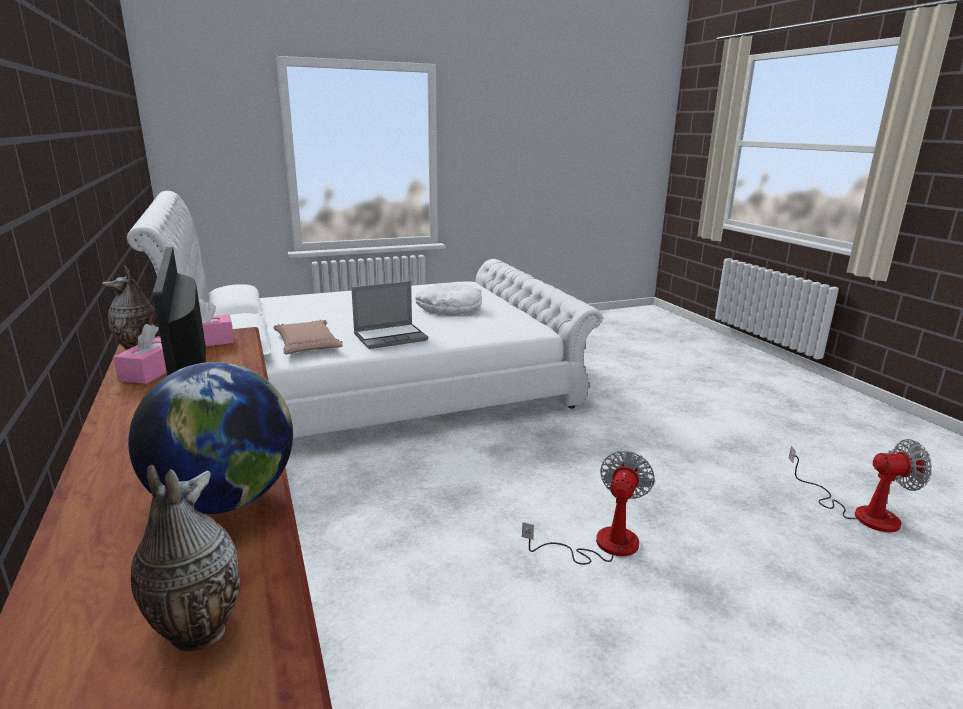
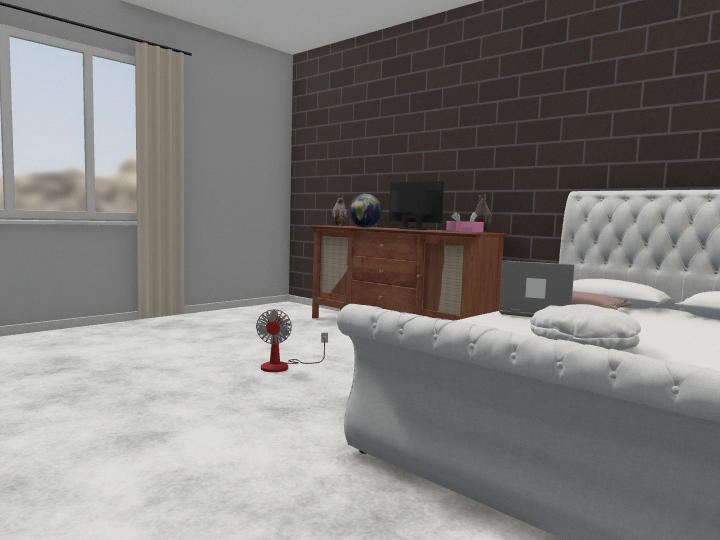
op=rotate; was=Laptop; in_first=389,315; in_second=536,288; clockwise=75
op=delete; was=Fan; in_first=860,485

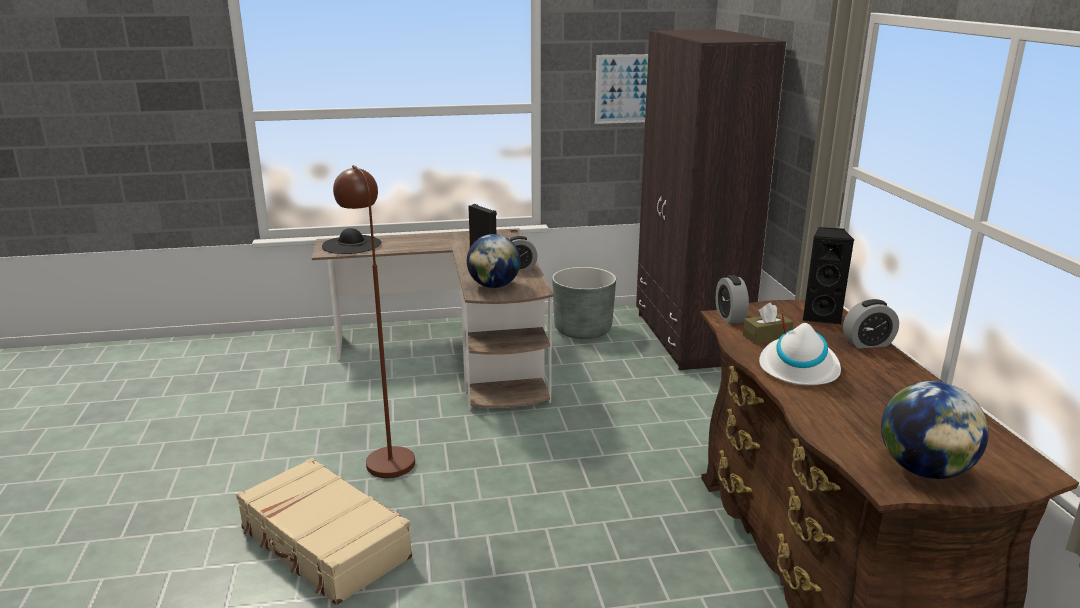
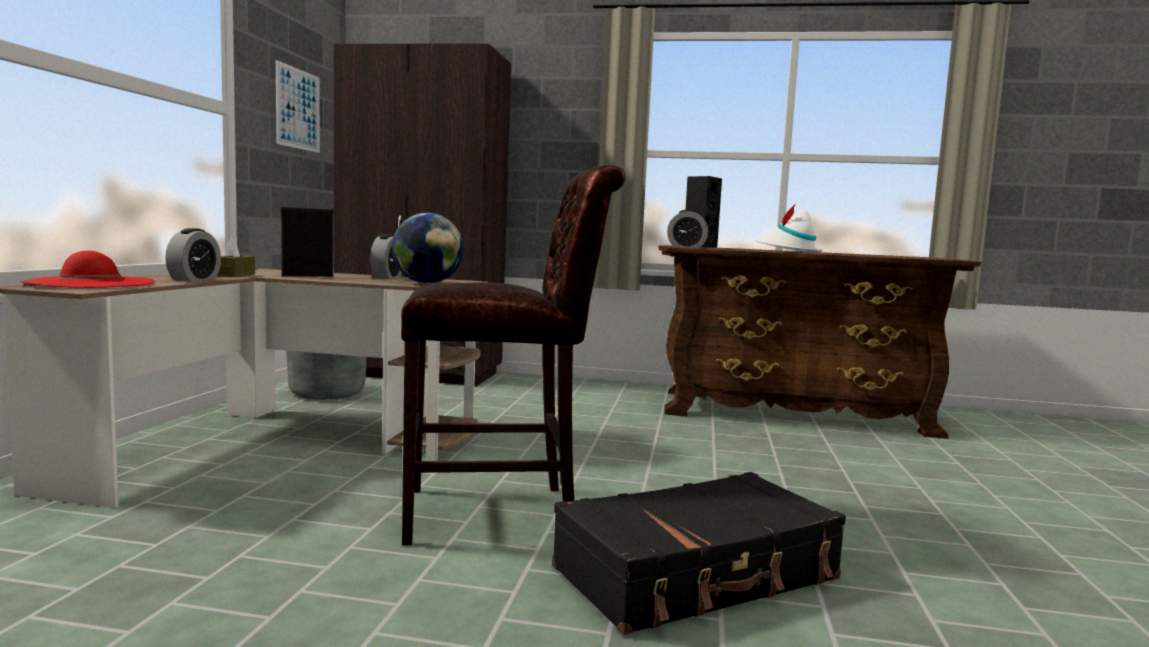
op=recolor; was=BlackHat; now=RedHat; in_first=351,241; in_second=87,269
op=move; was=AlarmClock; in_first=871,324; in_second=193,254
op=move; was=BrownTissueBox; in_first=768,323; in_second=236,257
op=replace; was=BrownFloorLamp; now=BrownStool; in_first=374,321; in_second=513,355
op=recolor; was=BeigeSuitcase; now=BlackSuitcase; in_first=324,531; in_second=699,553
op=delete; was=Globe; in_first=935,430

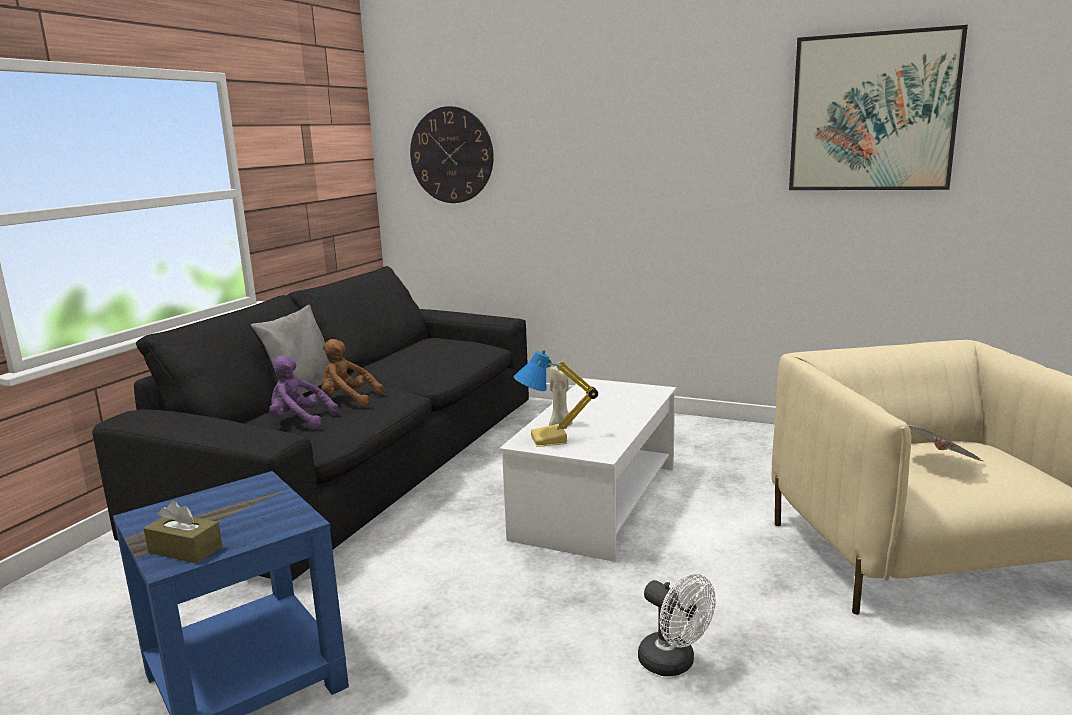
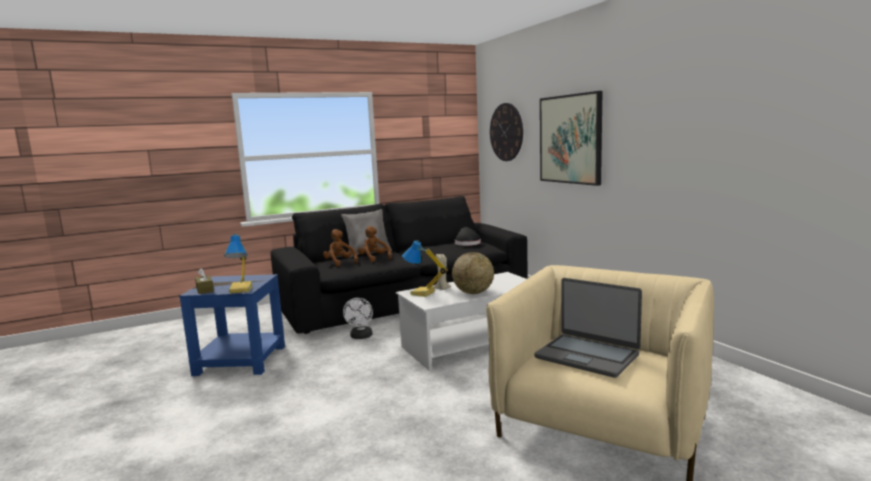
op=insert; now=TableLamp; in_second=238,263
op=recolor; was=PurplePlushToy; now=BrownPlushToy; in_first=304,392; in_second=340,247
op=move; was=WhiteFan; in_first=677,625; in_second=358,318
op=insert; now=Globe; in_second=473,273
op=insert; now=BlackHat; in_second=468,236
op=replace; was=Newspaper; now=Laptop; in_first=947,443; in_second=588,328
op=move; was=Picture; in_first=878,107; in_second=571,138

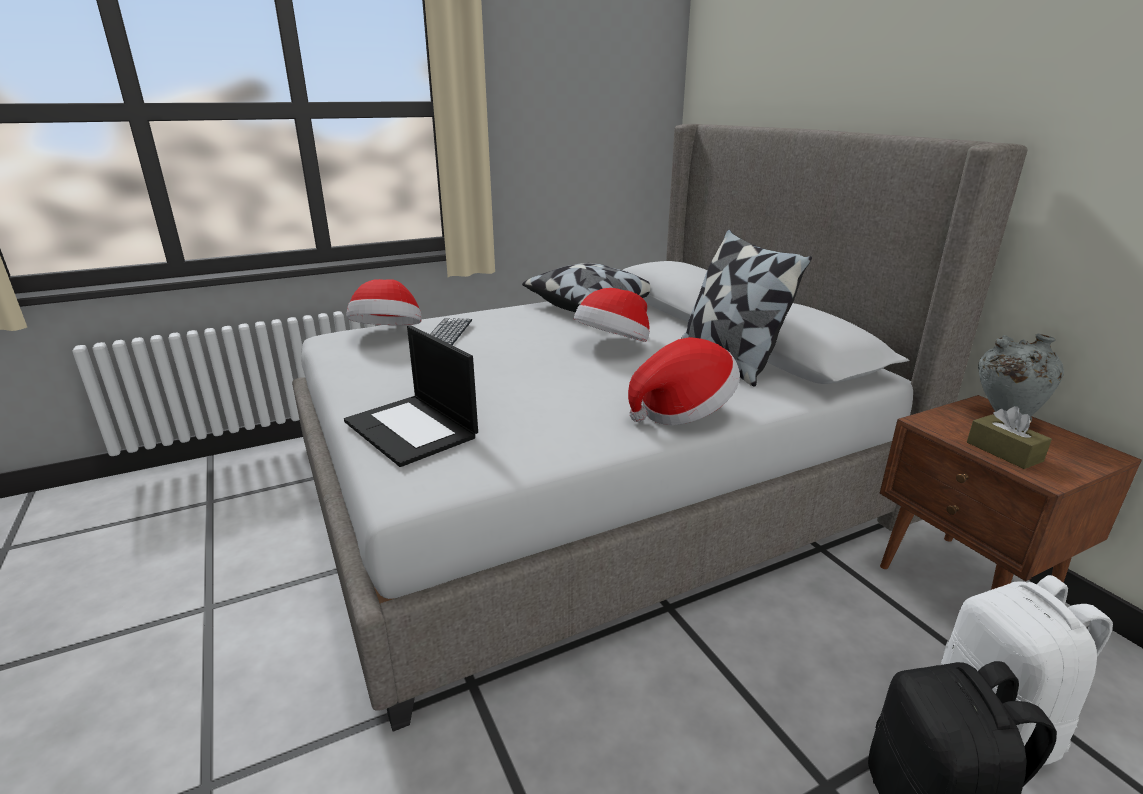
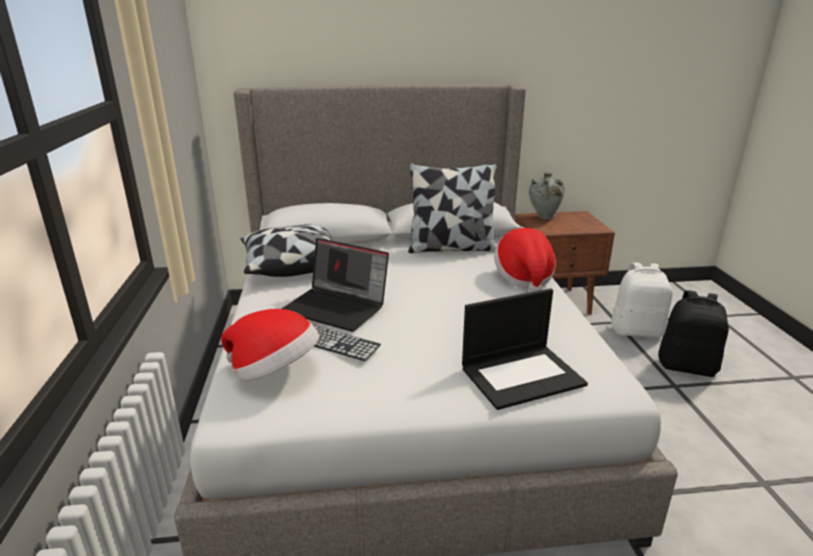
op=insert; now=Laptop; in_second=335,285
op=delete; was=Hat; in_first=612,315
op=delete; was=BrownTissueBox; in_first=1009,437

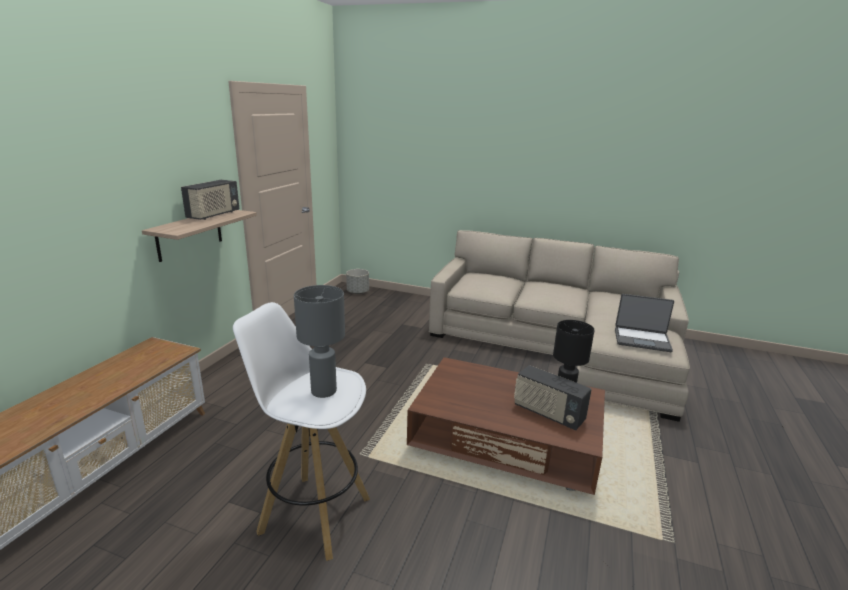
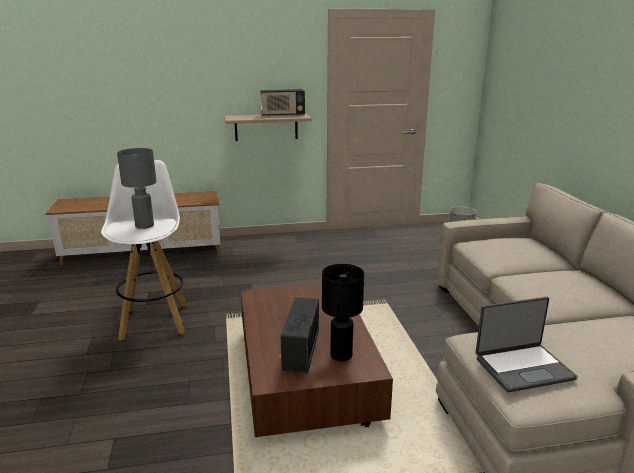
op=rotate; was=Laptop; in_first=644,323; in_second=526,344; clockwise=-90

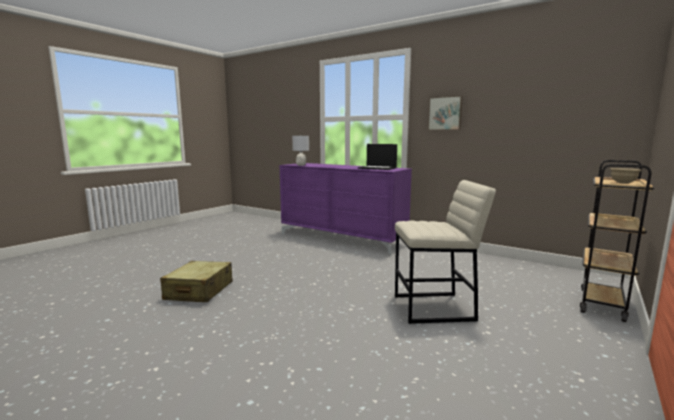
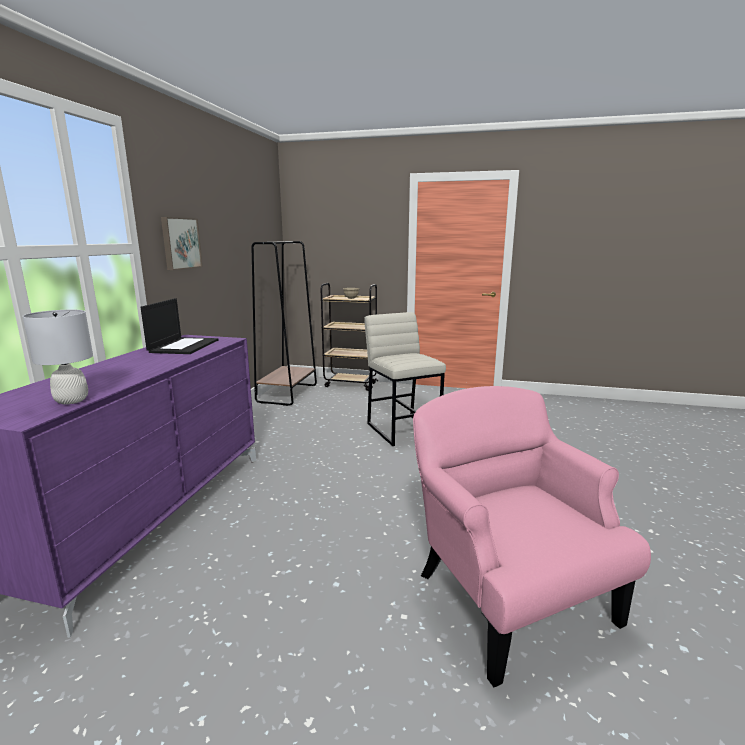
op=insert; now=ClothesRack; in_second=284,323
op=replace; was=BeigeSuitcase; now=PinkArmchair; in_first=196,281; in_second=532,536

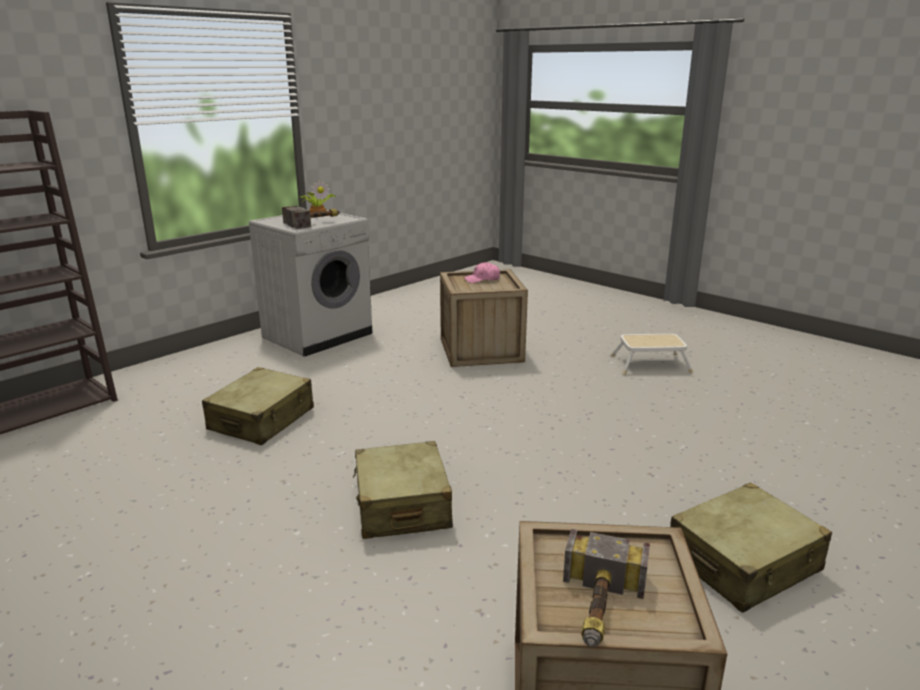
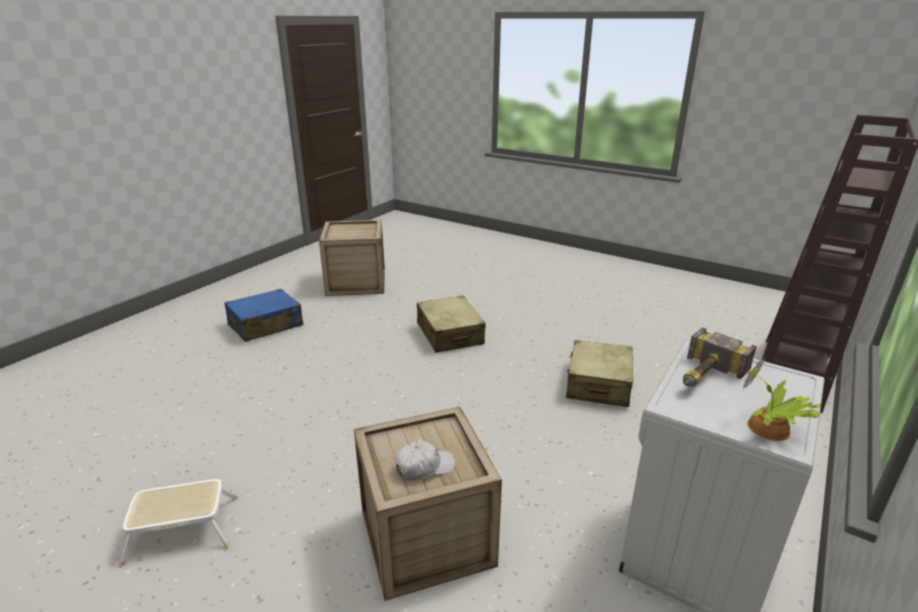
op=recolor; was=BeigeSuitcase; now=BlueSuitcase; in_first=751,547; in_second=263,315
op=recolor; was=PinkCap; now=WhiteCap; in_first=482,272; in_second=425,460
op=delete; was=Hammer; in_first=606,588

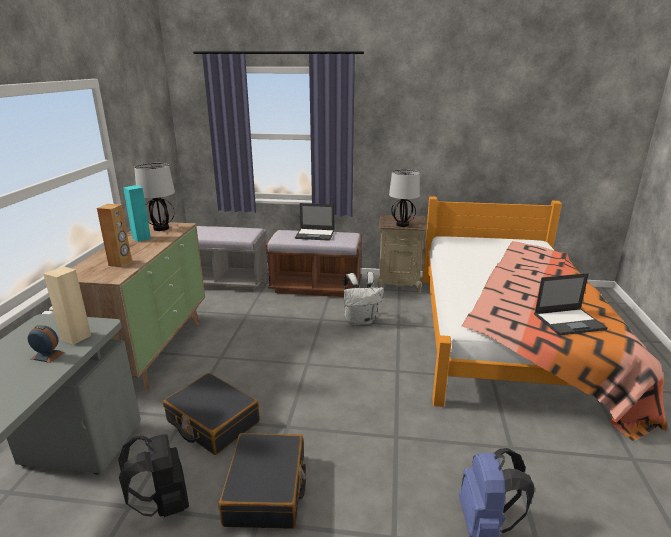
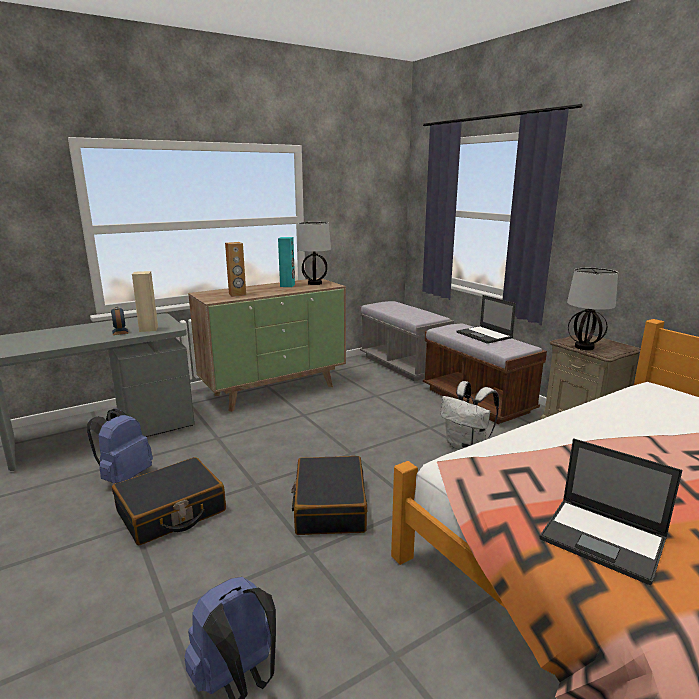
op=recolor; was=BlackBackpack; now=BlueBackpack; in_first=153,475; in_second=120,445
op=move; was=BlackSuitcase; in_first=211,414; in_second=329,495

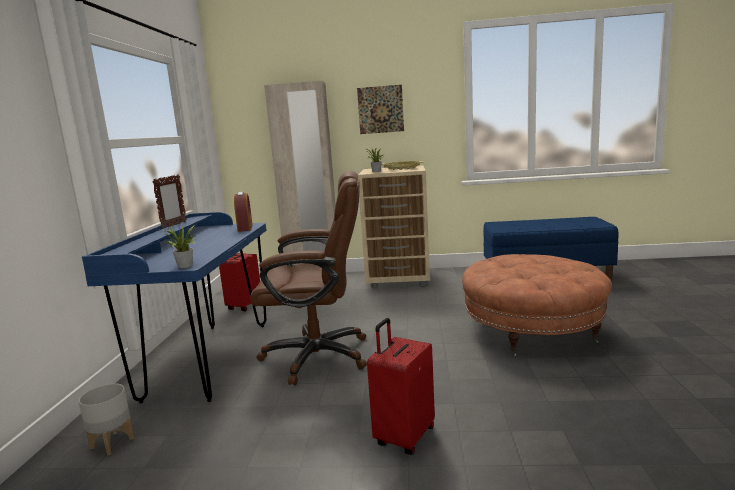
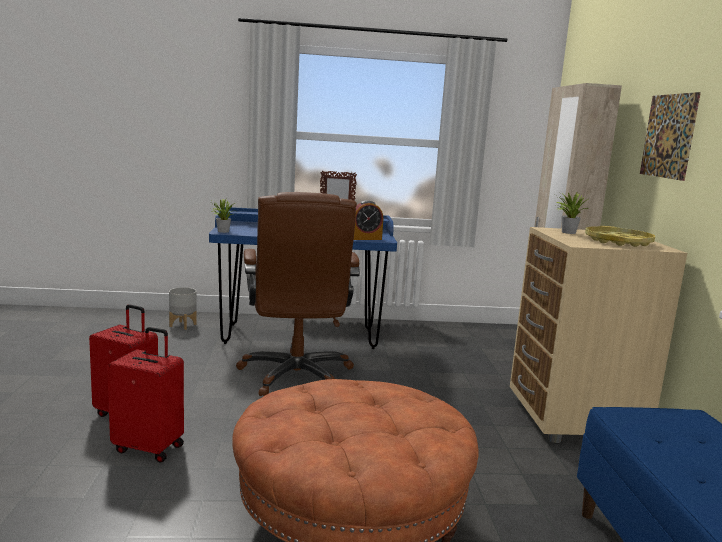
op=move; was=RedSuitcase; in_first=239,282; in_second=145,395

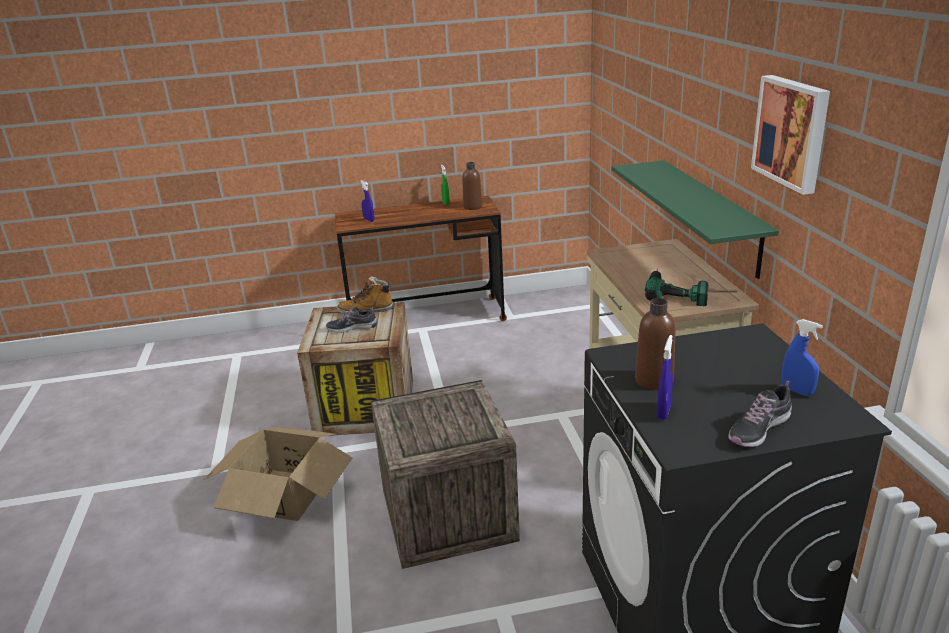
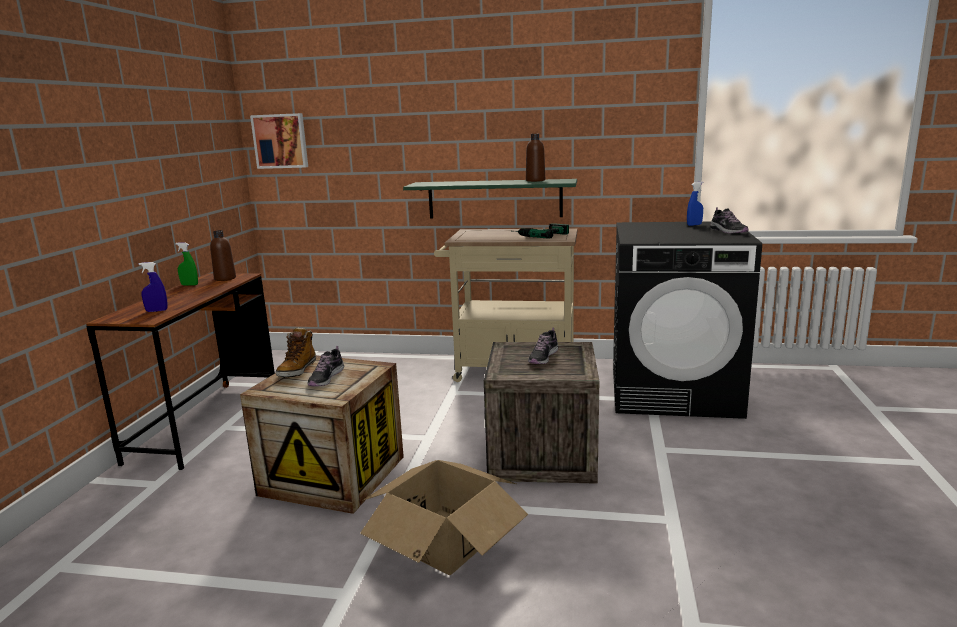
op=move; was=Picture; in_first=790,135; in_second=279,141
op=move; was=BrownBottle; in_first=655,344; in_second=535,158
op=insert; now=Shoe; in_second=543,345
op=delete; was=BlueSprayBottle; in_first=665,377

